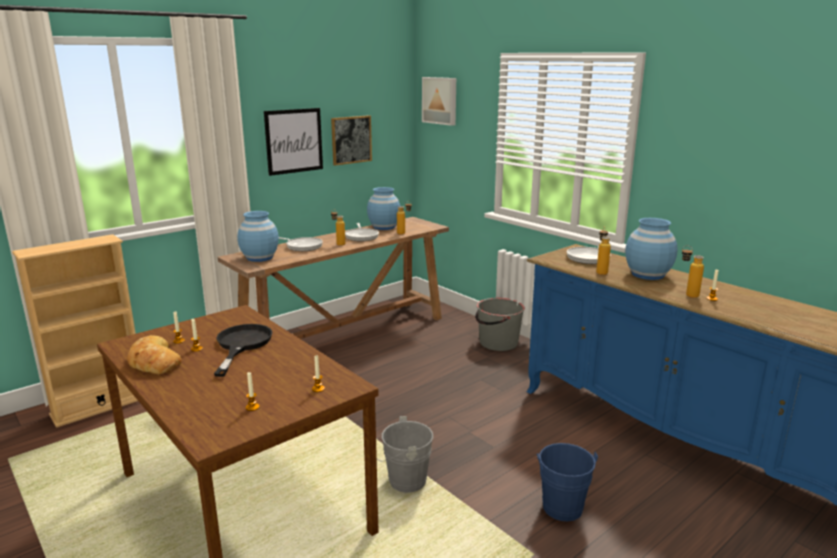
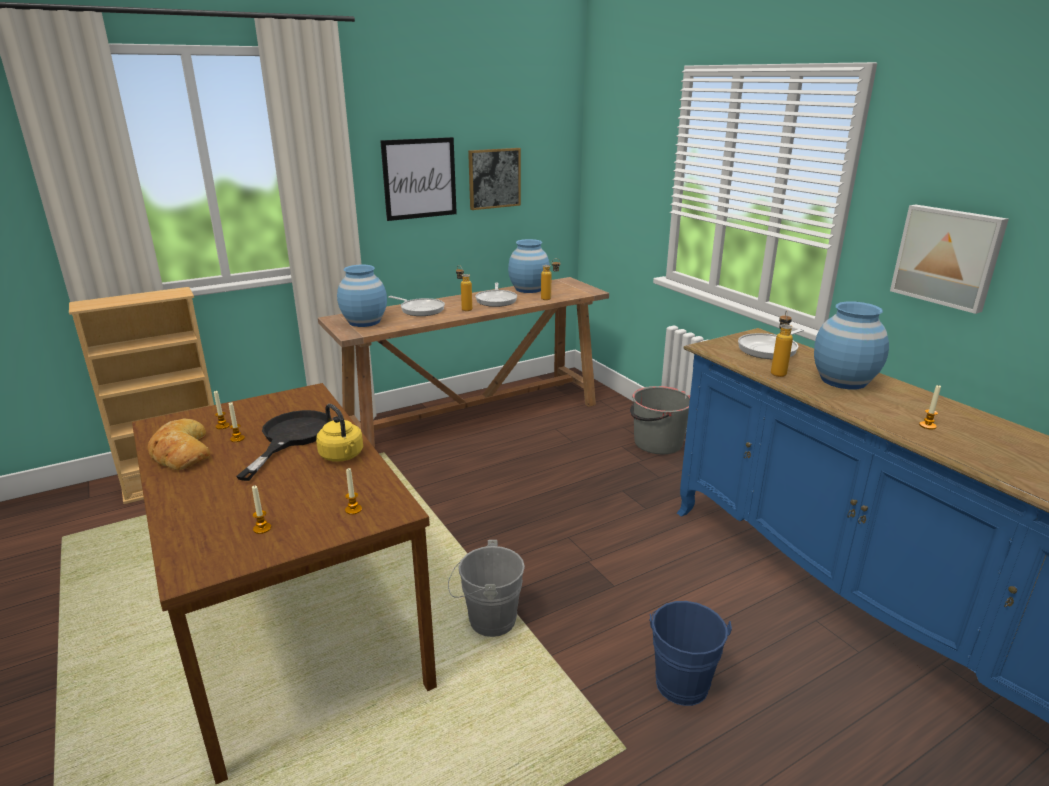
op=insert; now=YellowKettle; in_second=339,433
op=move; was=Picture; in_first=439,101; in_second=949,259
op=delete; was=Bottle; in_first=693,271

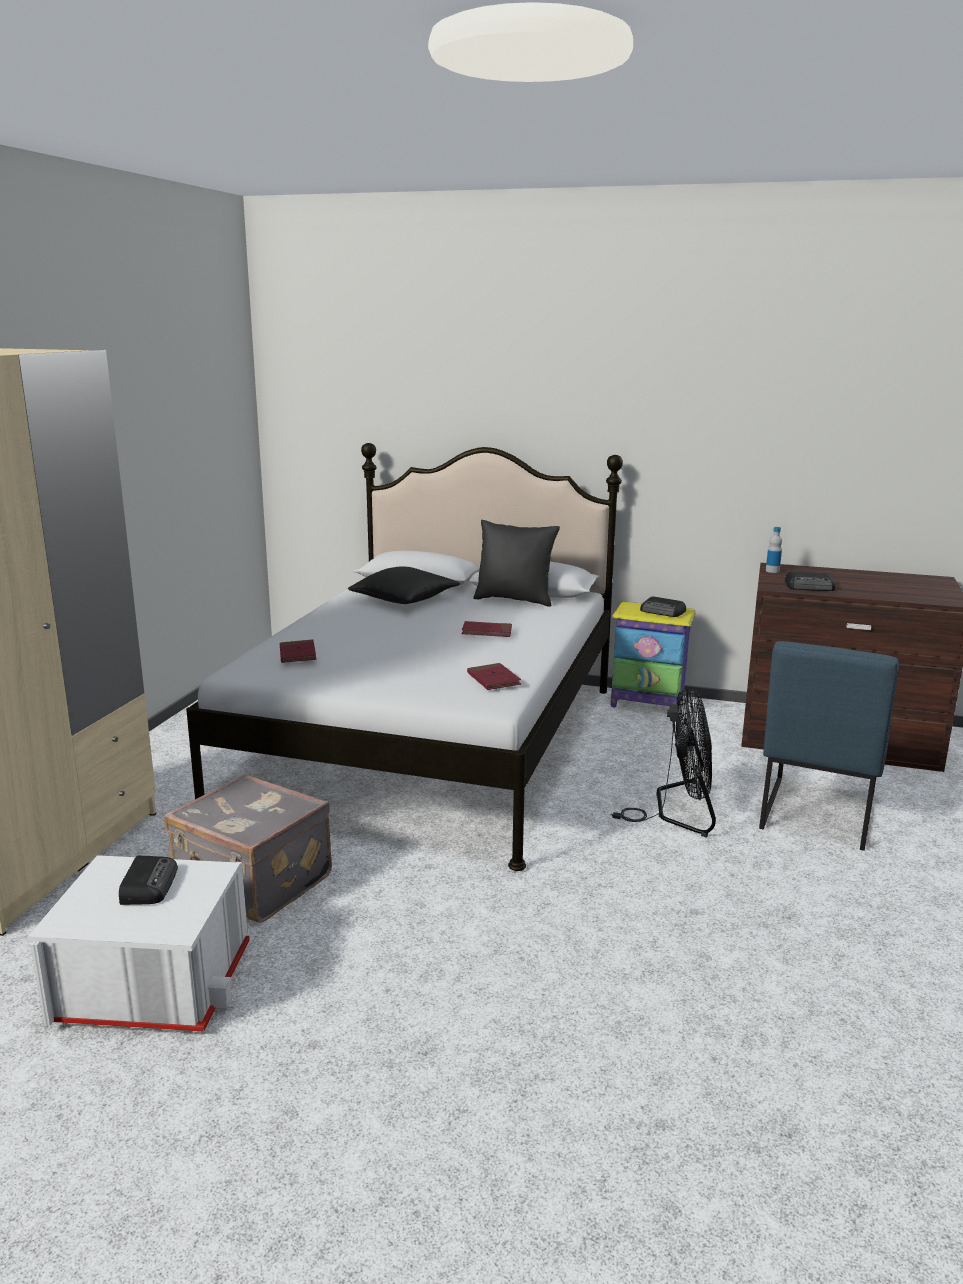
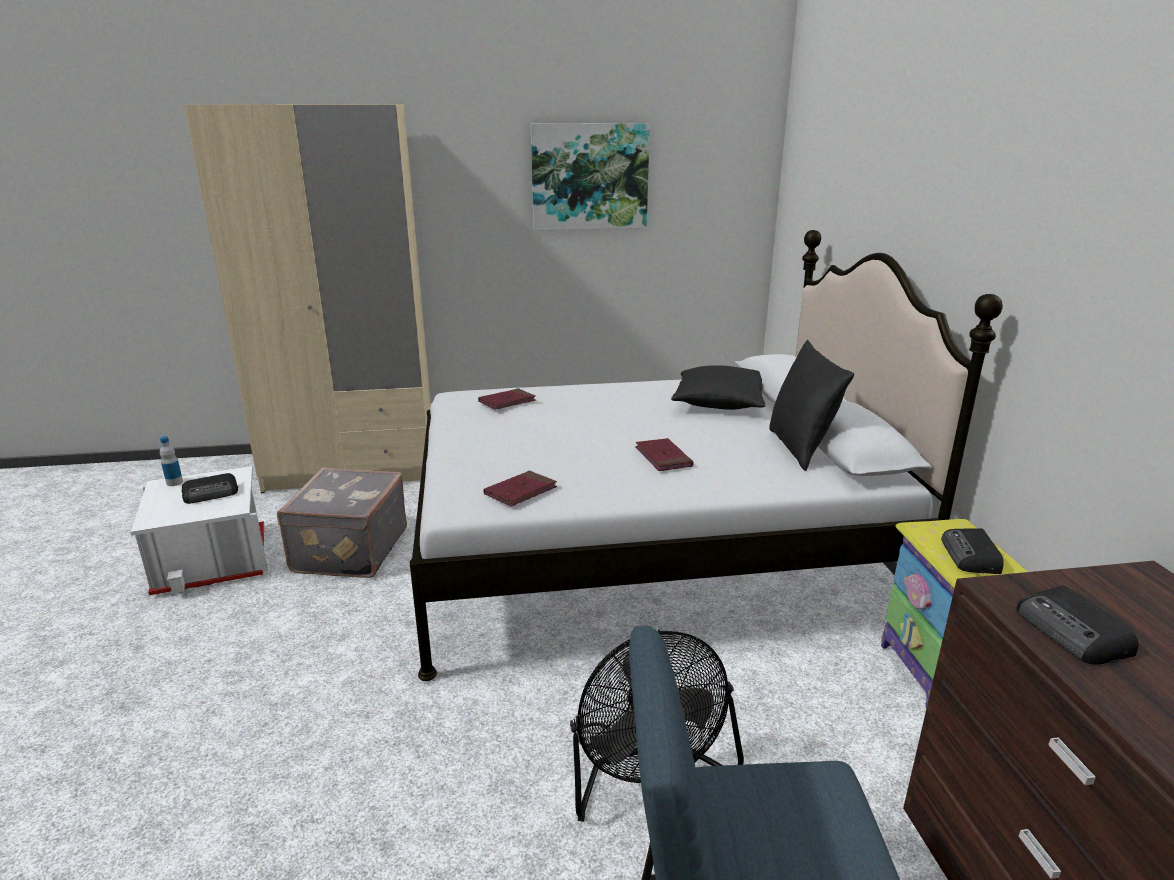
op=move; was=Bottle; in_first=774,550; in_second=171,461
op=insert; now=Picture; in_second=590,177

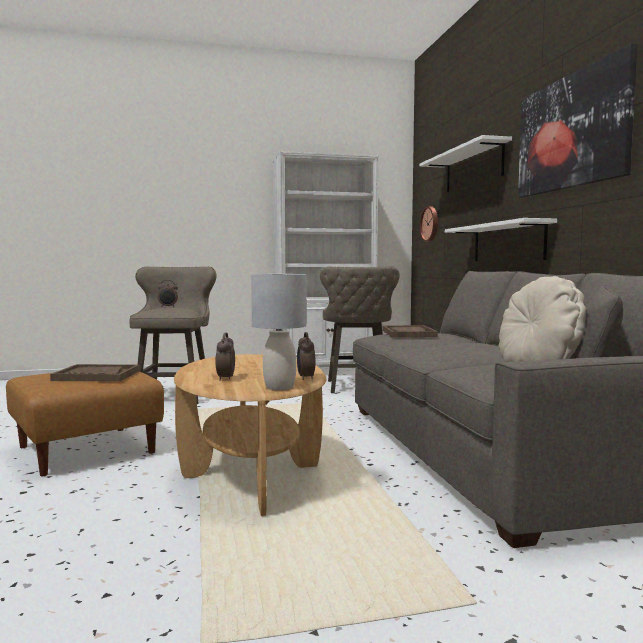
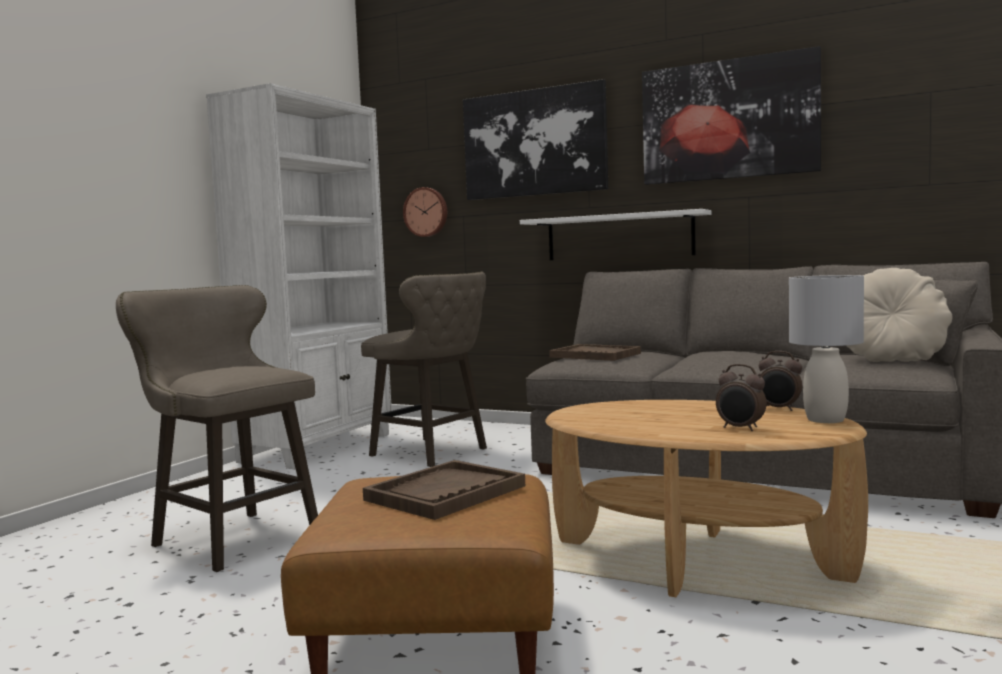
op=replace; was=WhiteShelf; now=Picture; in_first=466,163; in_second=535,139
op=delete; was=AlarmClock; in_first=168,293

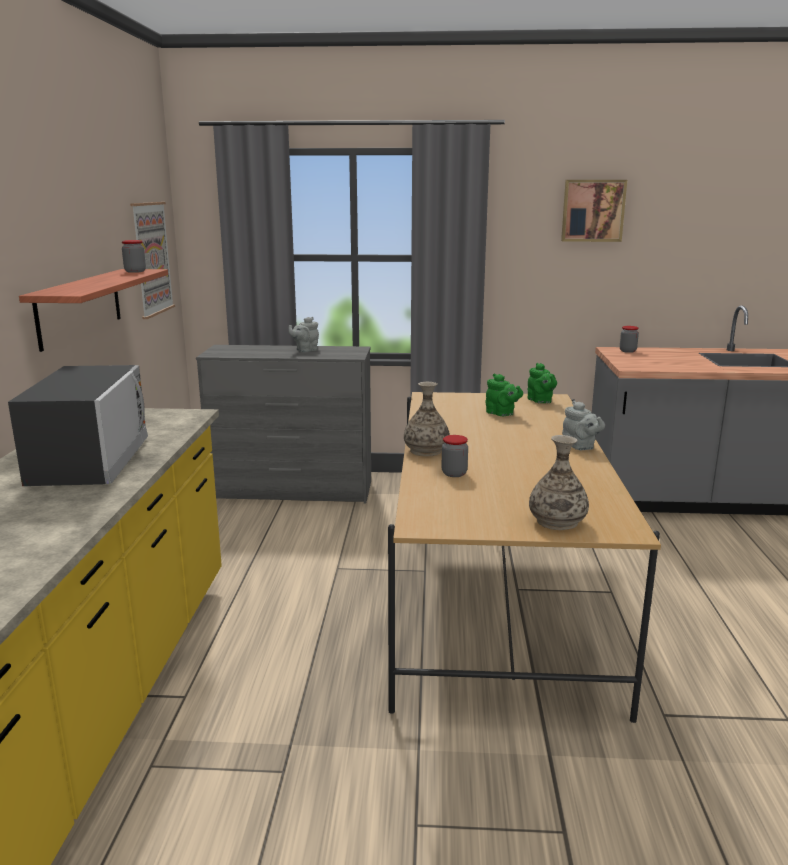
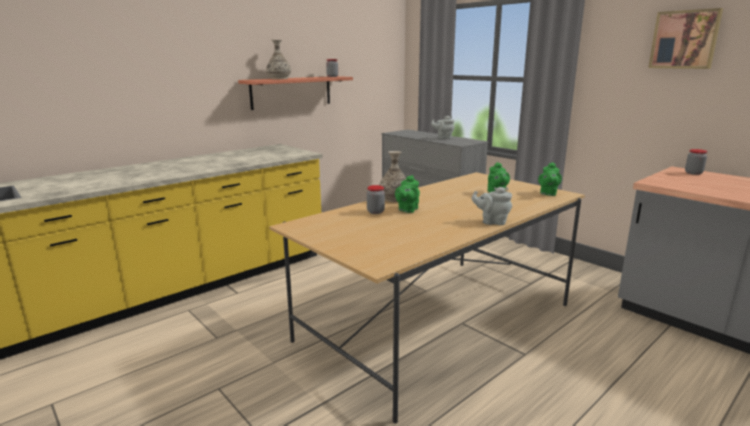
op=move; was=Vase; in_first=559,482; in_second=278,59
op=insert; now=GreenTeapot; in_second=407,194
op=rotate; was=GreyTeapot; in_first=583,425; in_second=492,206; clockwise=90
op=delete; was=Microwave; in_first=78,425
op=delete; was=Picture; in_first=152,260

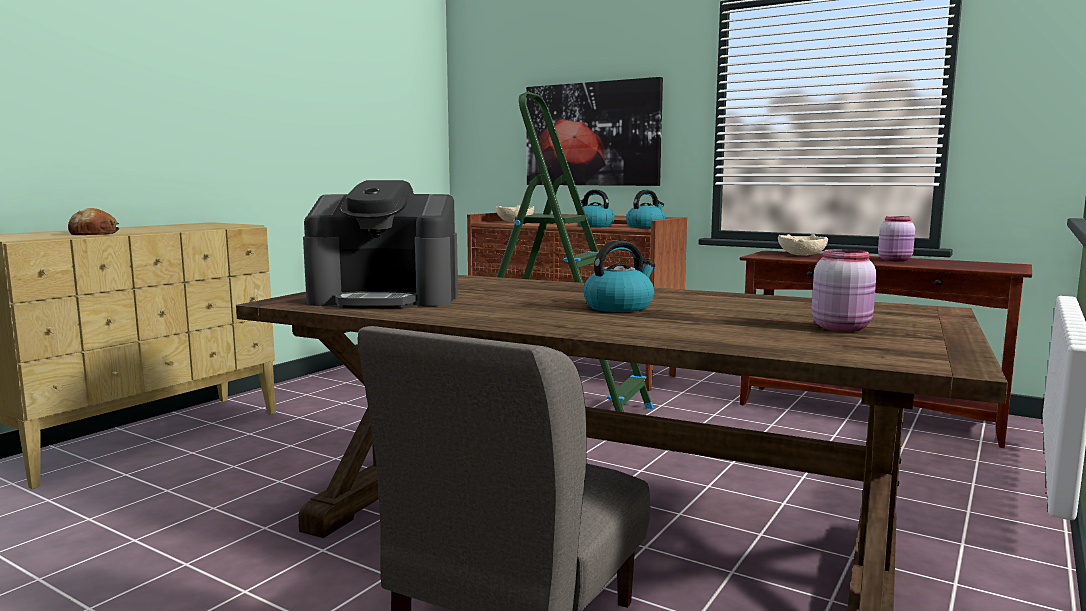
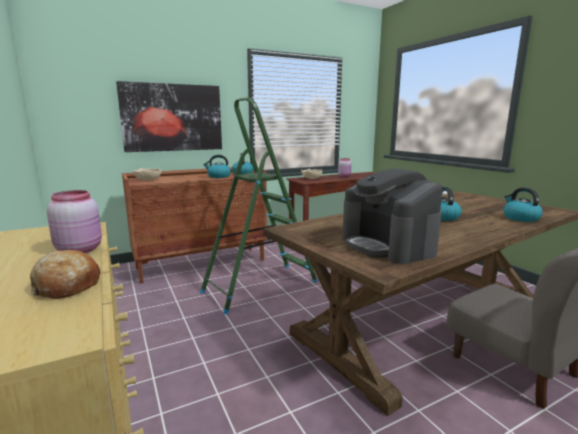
op=move; was=PinkJar; in_first=844,290; in_second=74,221
op=rotate; was=CoffeeMachine; in_first=380,244; in_second=393,216; clockwise=120
op=insert; now=Kettle; in_second=523,204

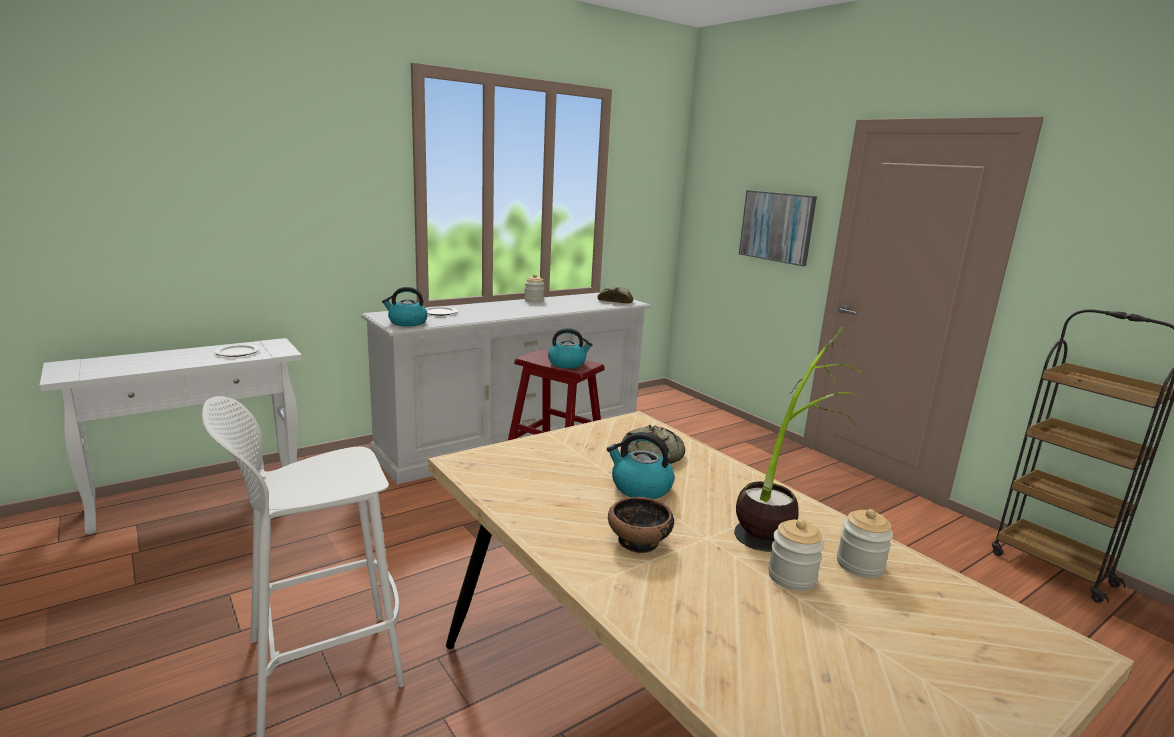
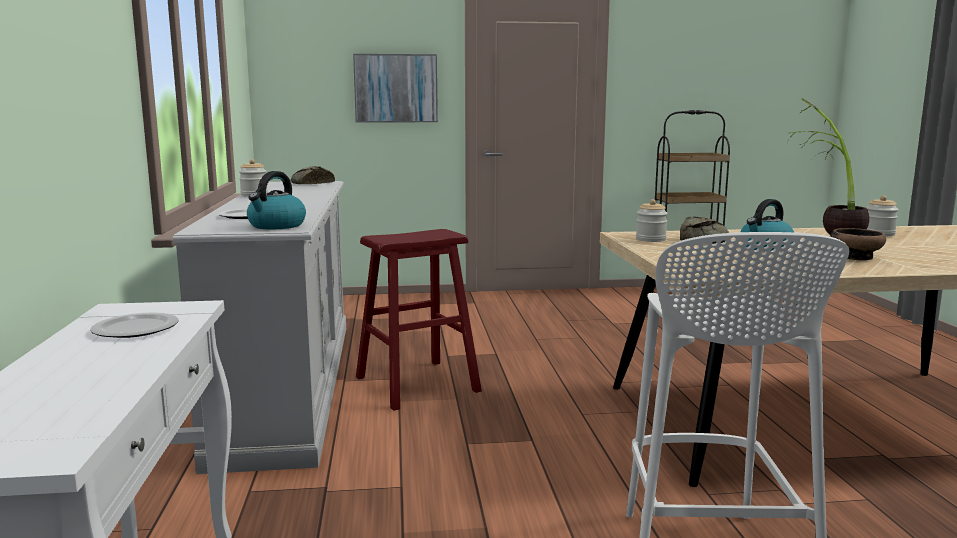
op=move; was=Jar; in_first=796,555; in_second=652,220
op=delete; was=Kettle; in_first=570,348

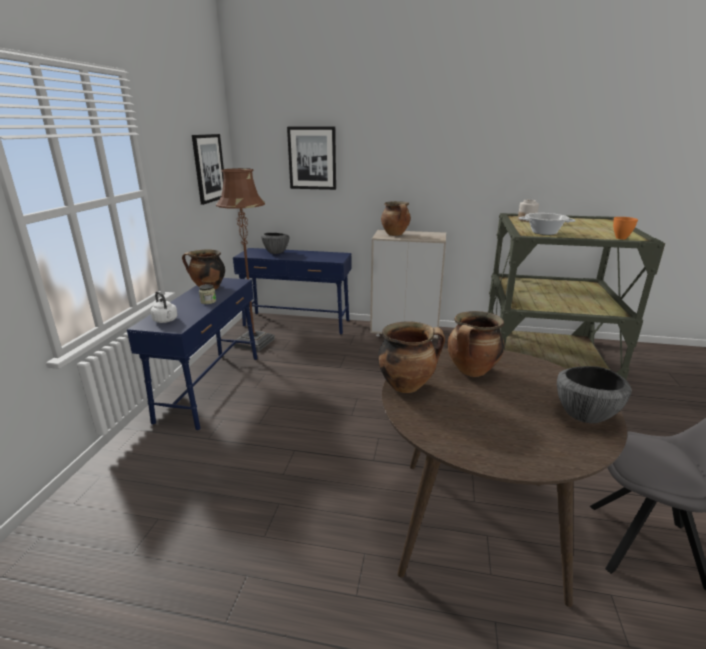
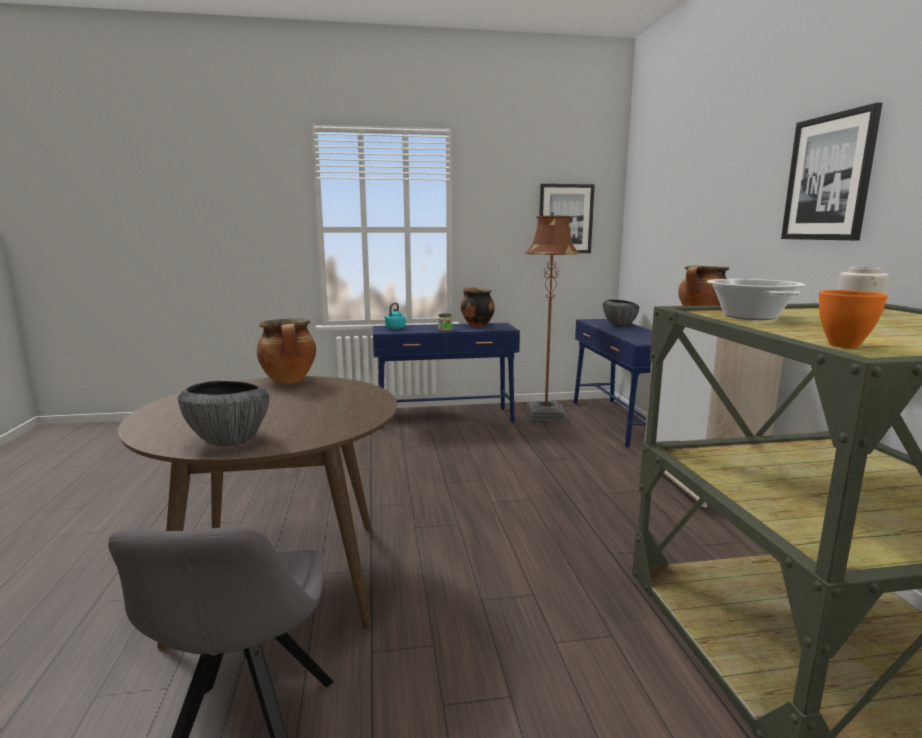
op=recolor; was=WhiteKettle; now=TurquoiseKettle; in_first=164,307; in_second=395,316
op=move; was=Picture; in_first=311,158; in_second=831,171
op=delete; was=CookingPot; in_first=475,344

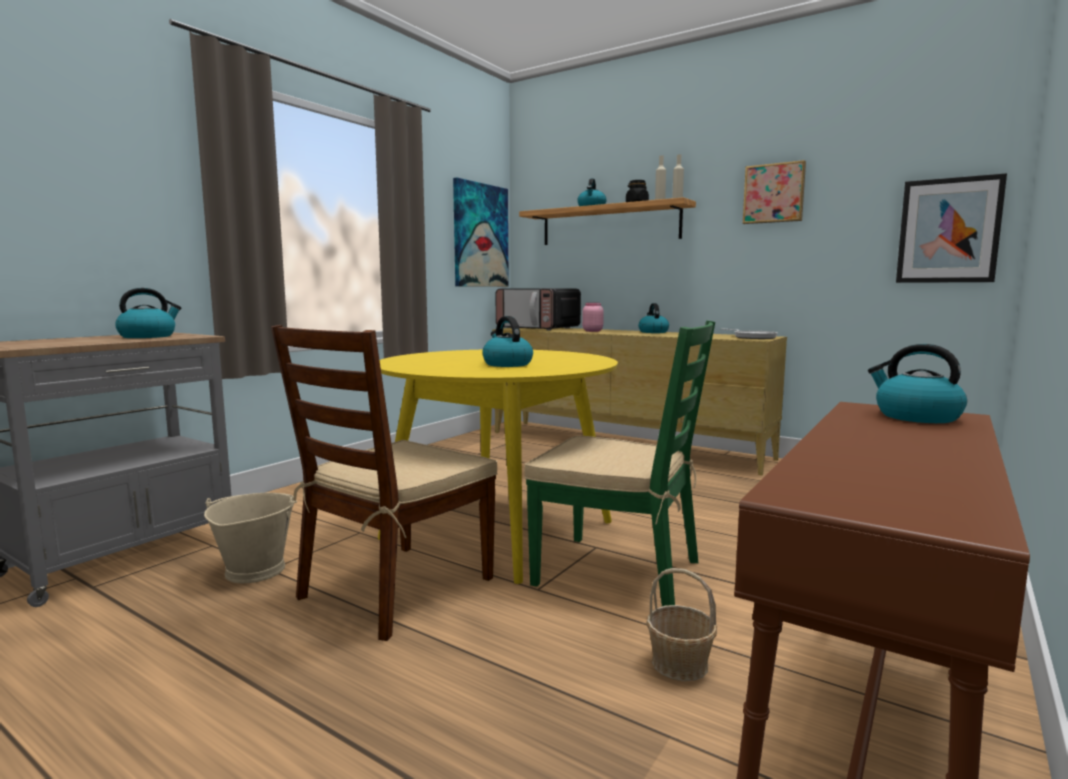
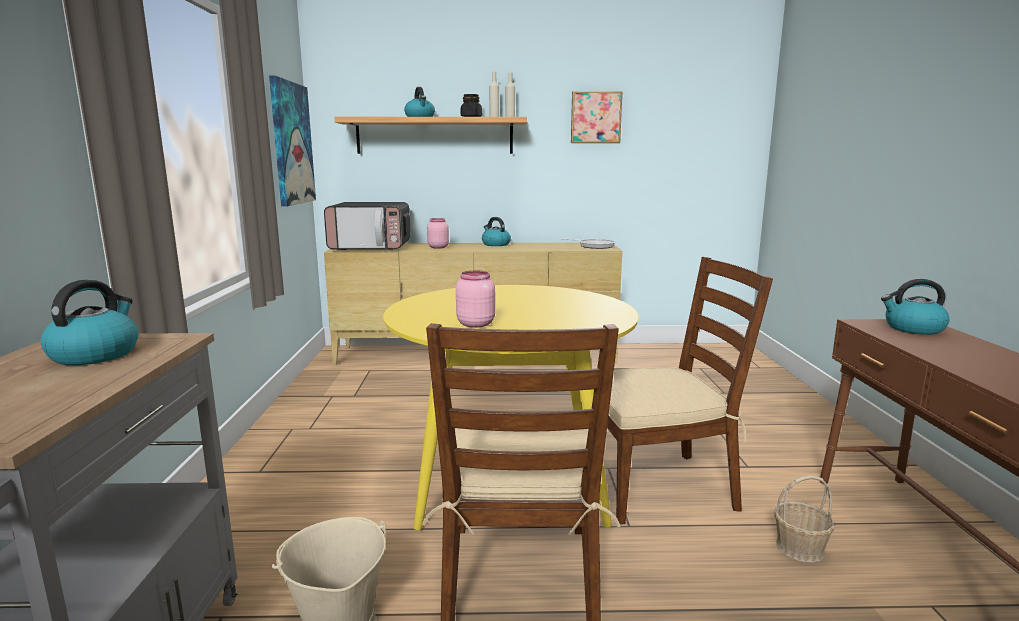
op=insert; now=PinkJar; in_second=475,299
op=recolor; was=GreenChair; now=BrownChair; in_first=619,463; in_second=690,390
op=delete; was=Kettle; in_first=507,341
op=delete; was=Picture; in_first=951,228

